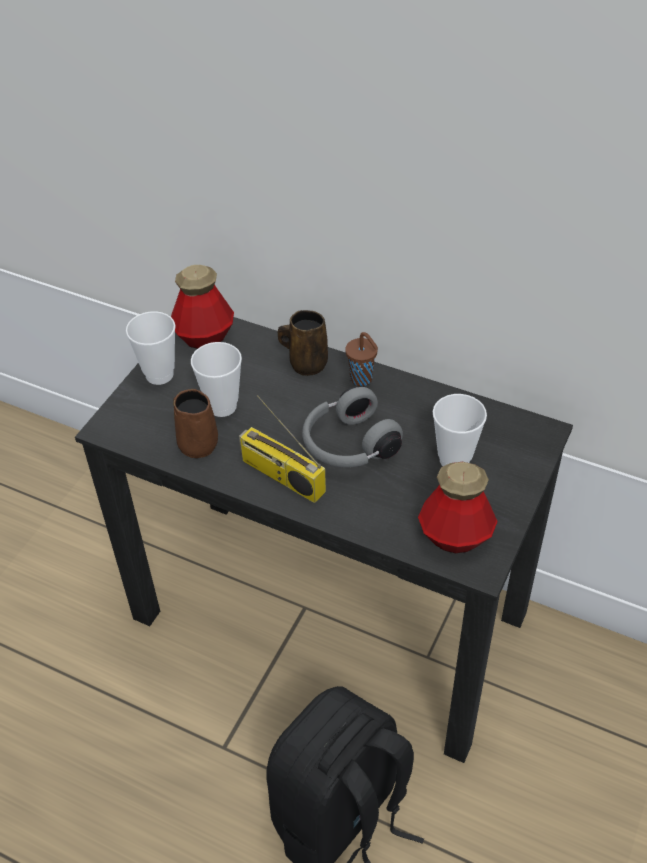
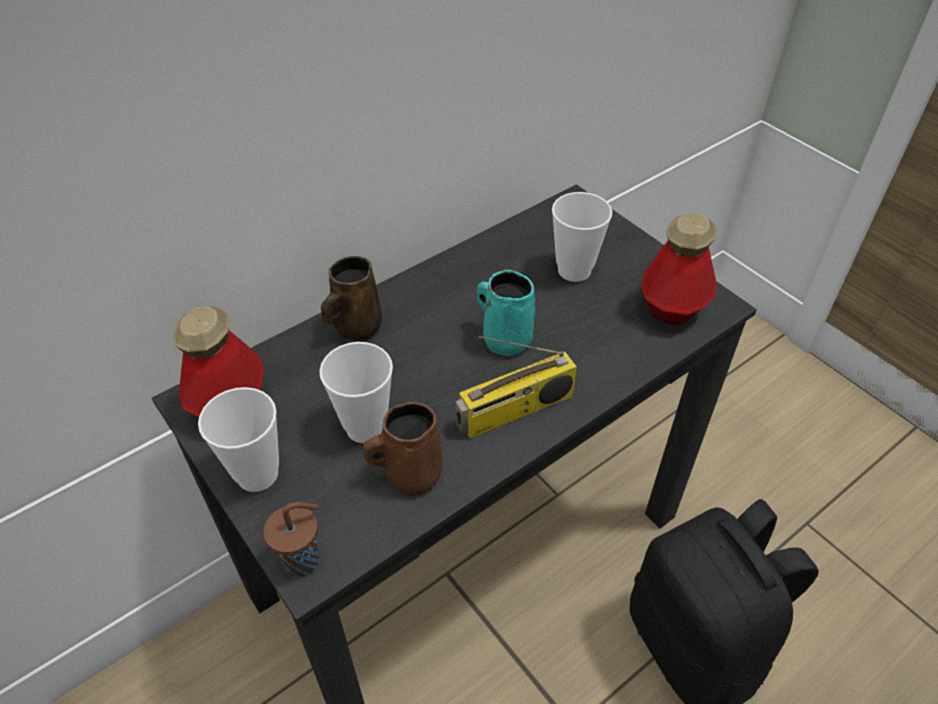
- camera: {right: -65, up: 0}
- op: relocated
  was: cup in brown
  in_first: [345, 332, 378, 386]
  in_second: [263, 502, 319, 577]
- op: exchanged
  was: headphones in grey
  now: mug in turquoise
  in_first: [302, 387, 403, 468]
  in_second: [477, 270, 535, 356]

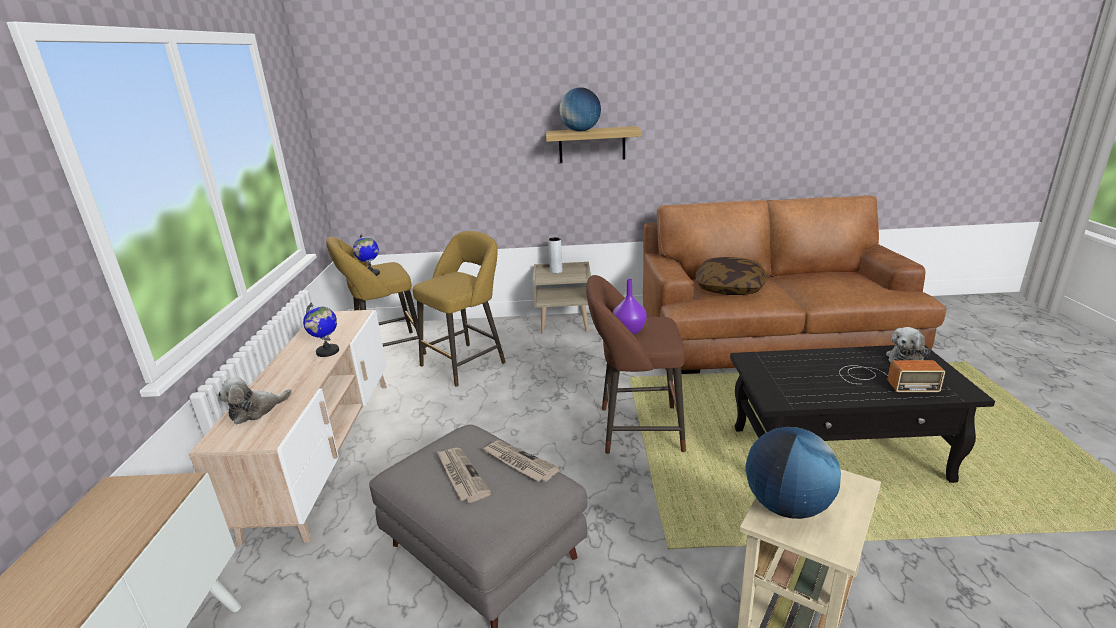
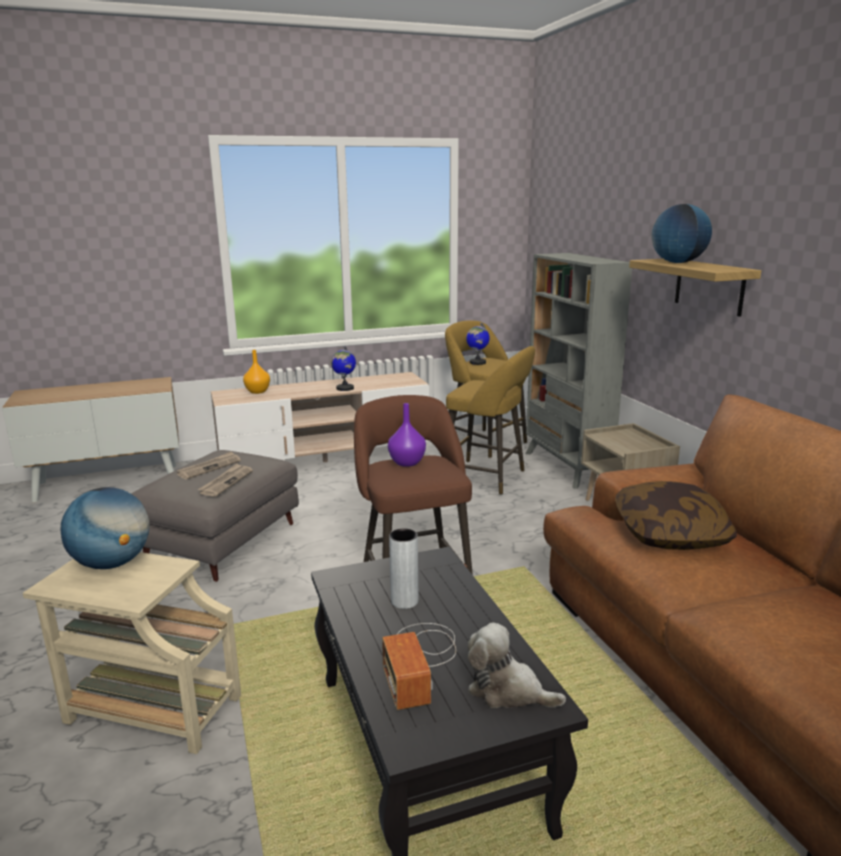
- camera: {right: 70, up: -5}
- op: exchanged
  was: plush toy
  now: vase in orange
  in_first: [218, 377, 292, 425]
  in_second: [243, 350, 270, 394]
- op: relocated
  was: vase in grey
  in_first: [548, 237, 562, 273]
  in_second: [389, 528, 418, 609]
- op: appeared
  now: bookcase in grey
  in_second: [526, 253, 632, 489]

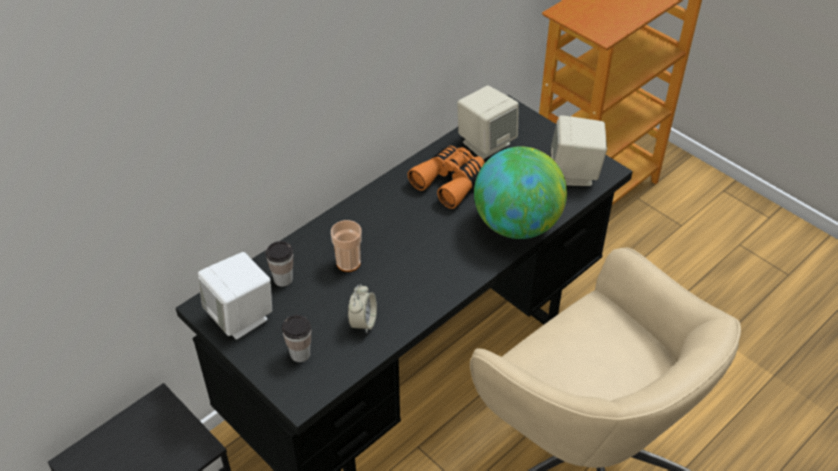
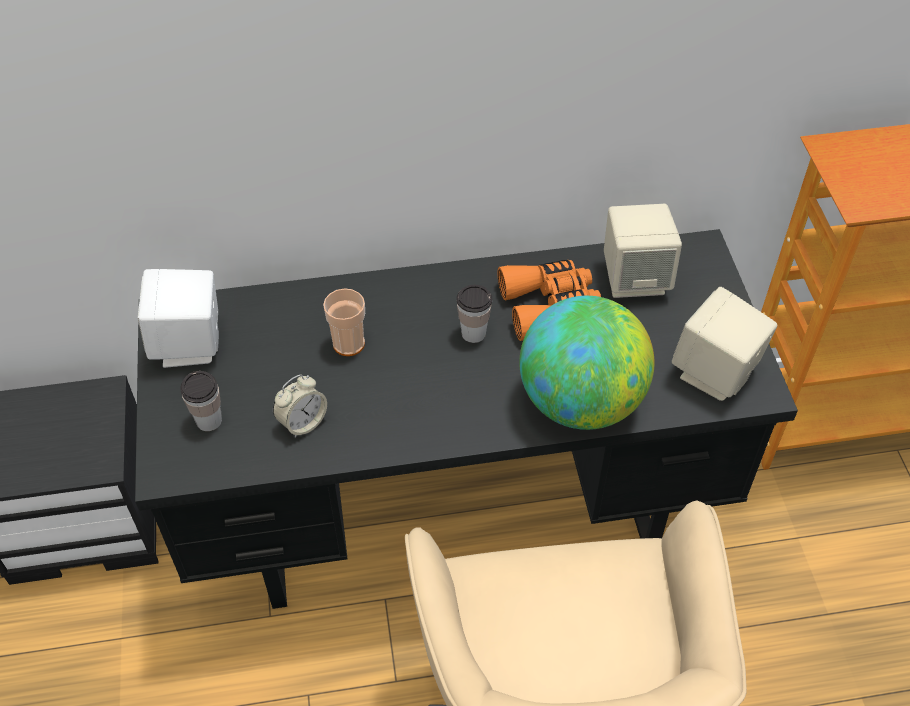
- camera: {right: 35, up: 5}
- op: relocated
  was: cup
  in_first: [266, 241, 293, 287]
  in_second: [456, 285, 492, 343]

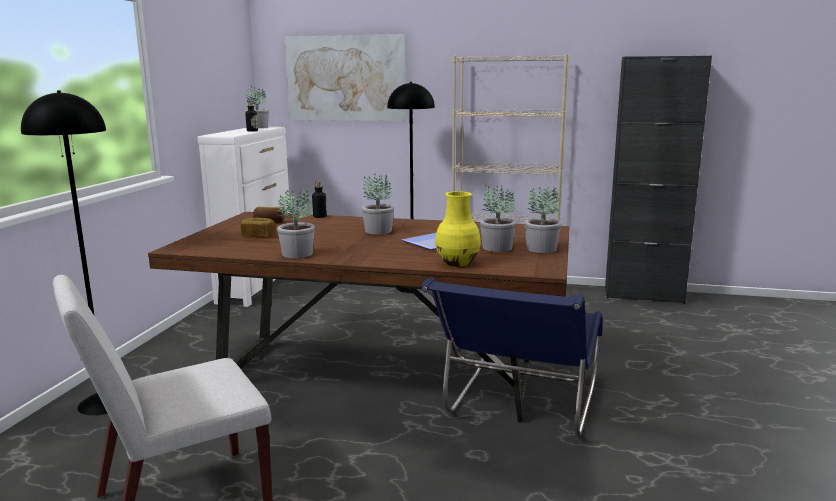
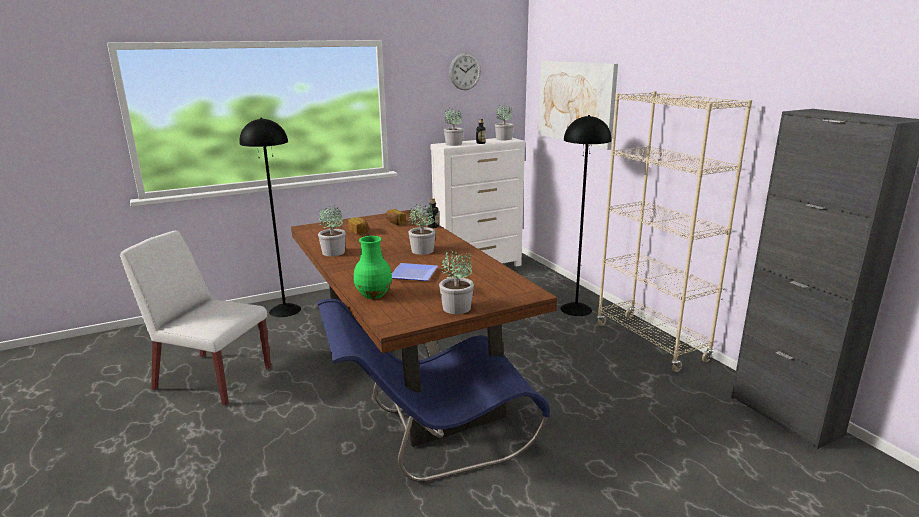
- camera: {right: 50, up: 5}
- op: colour
  was: vase in yellow
  now: vase in green
  in_first: [435, 191, 481, 266]
  in_second: [354, 236, 392, 299]
- op: relocated
  was: potted plant
  in_first: [480, 185, 516, 252]
  in_second: [444, 107, 464, 146]
- op: appeared
  now: wall clock
  in_second: [449, 53, 481, 90]

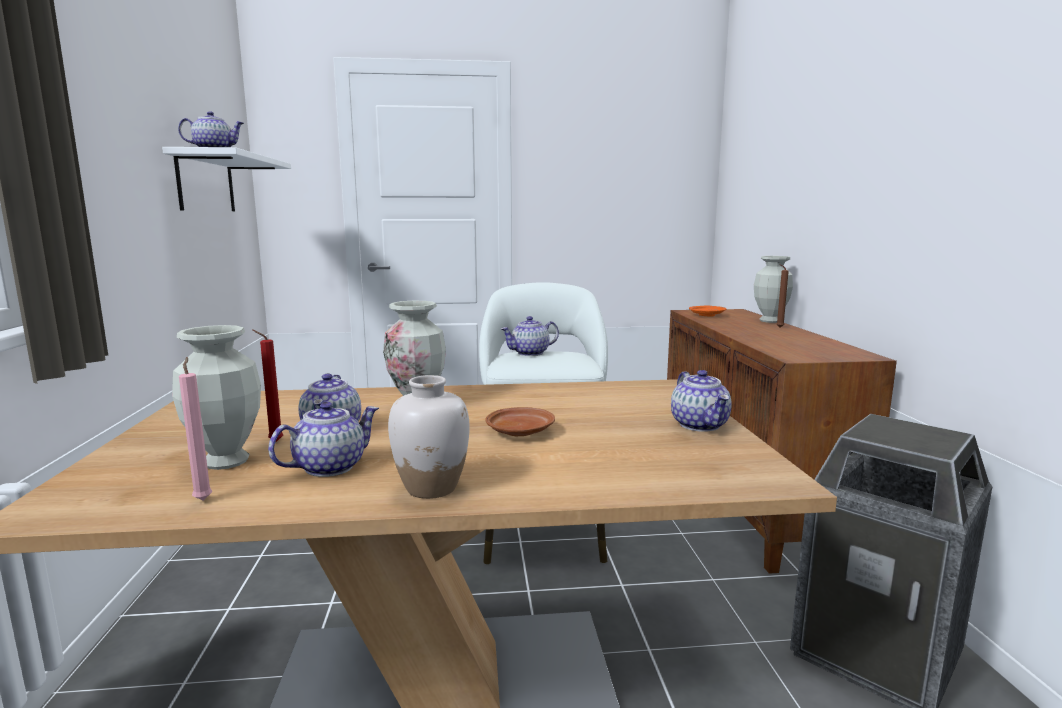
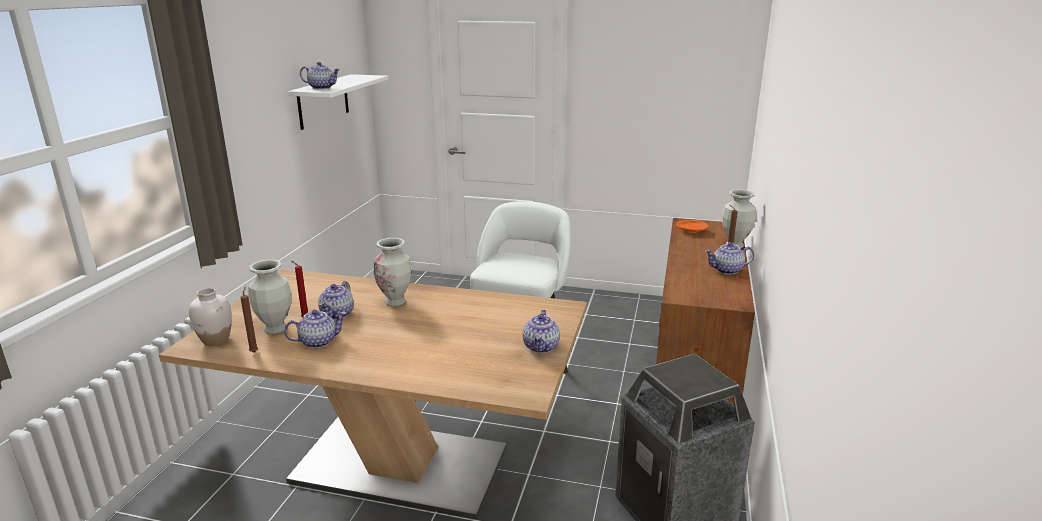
- camera: {right: 20, up: 10}
- op: relocated
  was: vase in white
  in_first: [388, 375, 470, 499]
  in_second: [189, 288, 232, 346]
- op: colour
  was: candle in pink
  now: candle in brown
  in_first: [179, 357, 212, 500]
  in_second: [240, 287, 258, 352]
- op: relocated
  was: teapot
  in_first: [501, 316, 559, 356]
  in_second: [705, 242, 754, 275]
- op: missing
  was: plate in brown
  in_first: [486, 407, 555, 436]

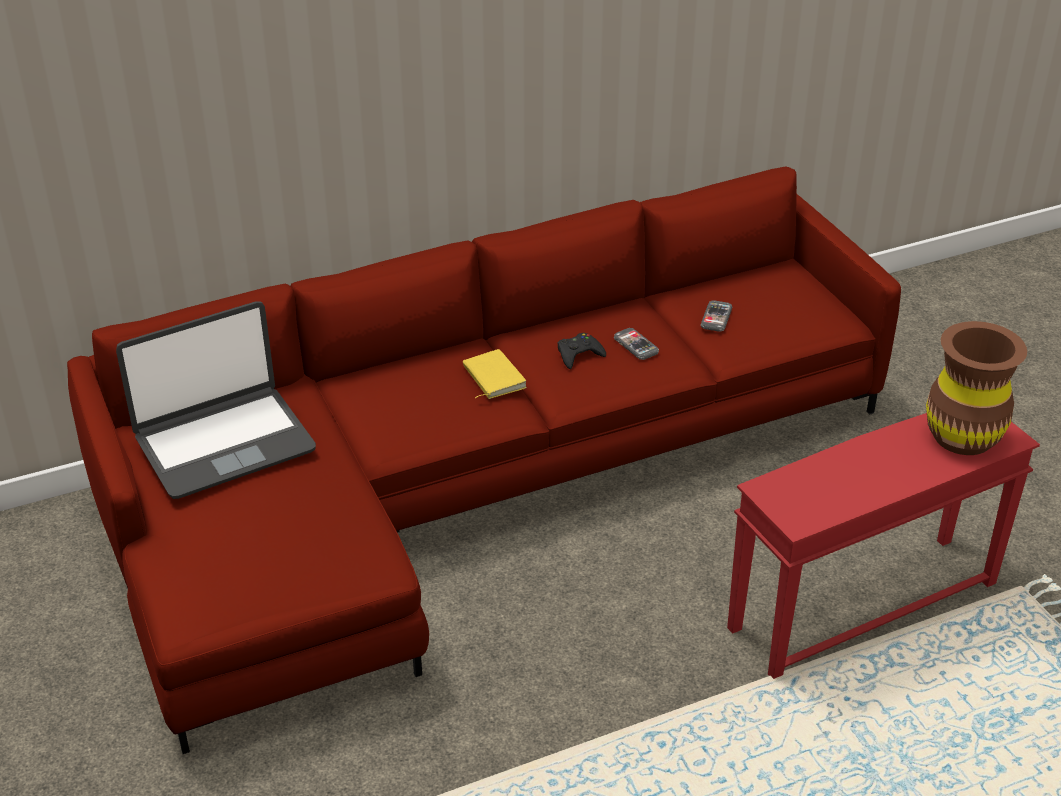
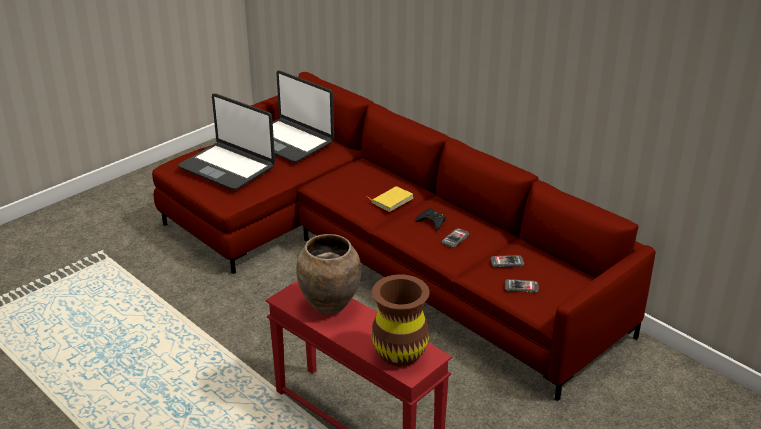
- camera: {right: 70, up: -5}
- op: appeared
  now: laptop
  in_second: [178, 93, 275, 190]
- op: appeared
  now: vase in brown
  in_second: [296, 234, 361, 315]
- op: appeared
  now: phone
  in_second: [505, 279, 539, 293]

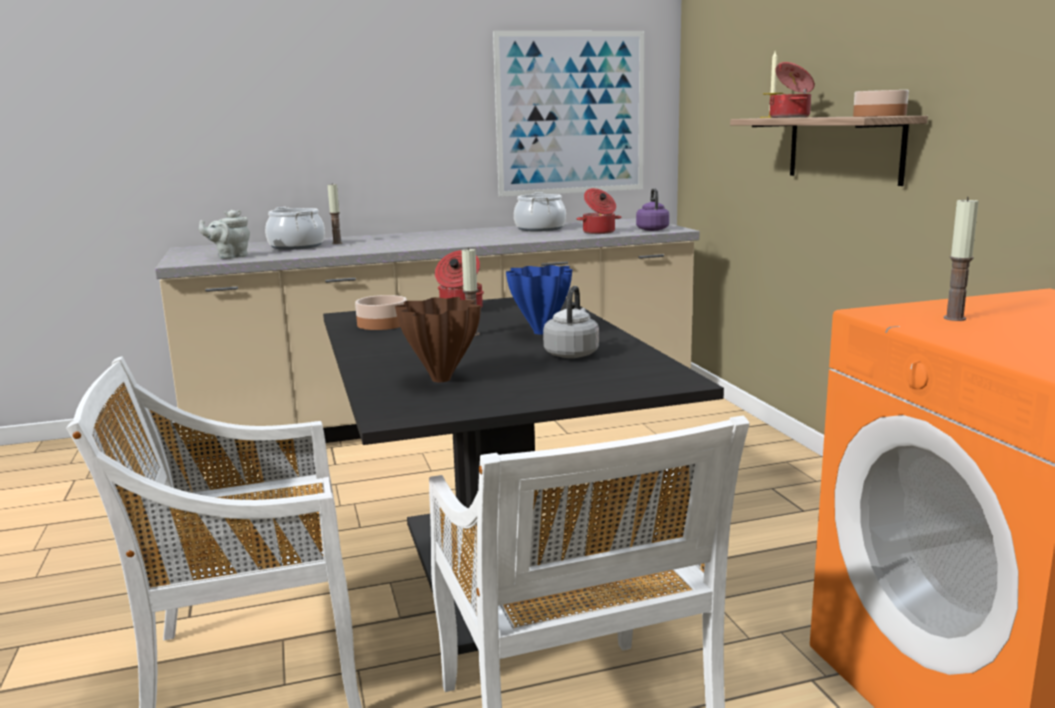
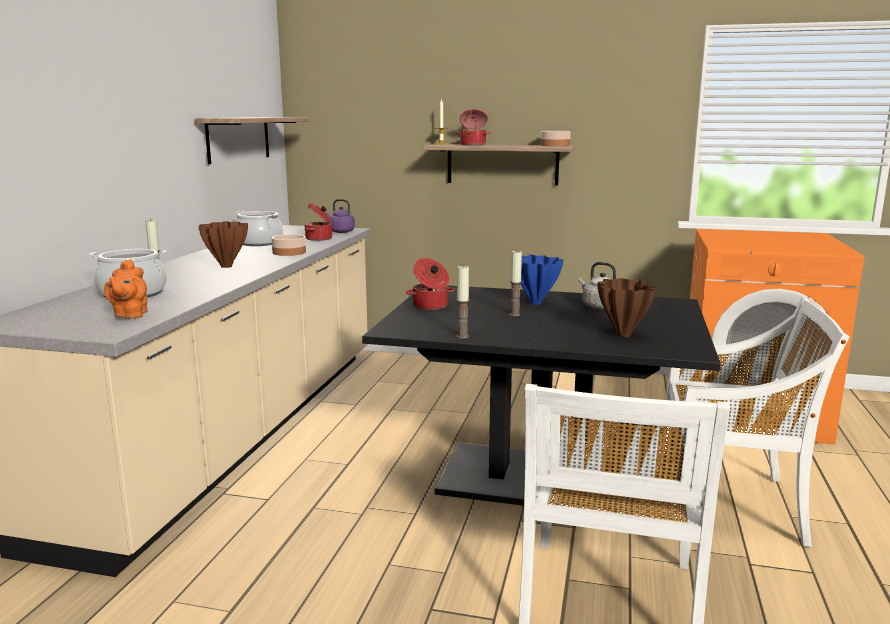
- camera: {right: -60, up: 0}
- op: colour
  was: teapot in grey
  now: teapot in orange
  in_first: [199, 210, 250, 259]
  in_second: [104, 259, 148, 319]
- op: exchanged
  was: picture
  now: shelf
  in_first: [493, 31, 644, 197]
  in_second: [195, 117, 310, 164]
- op: appeared
  now: vase in brown
  in_second: [198, 221, 248, 268]
- op: relocated
  was: bowl
  in_first: [355, 295, 407, 330]
  in_second: [272, 234, 306, 256]
- op: relocated
  was: candle
  in_first: [944, 197, 979, 321]
  in_second: [456, 266, 469, 339]

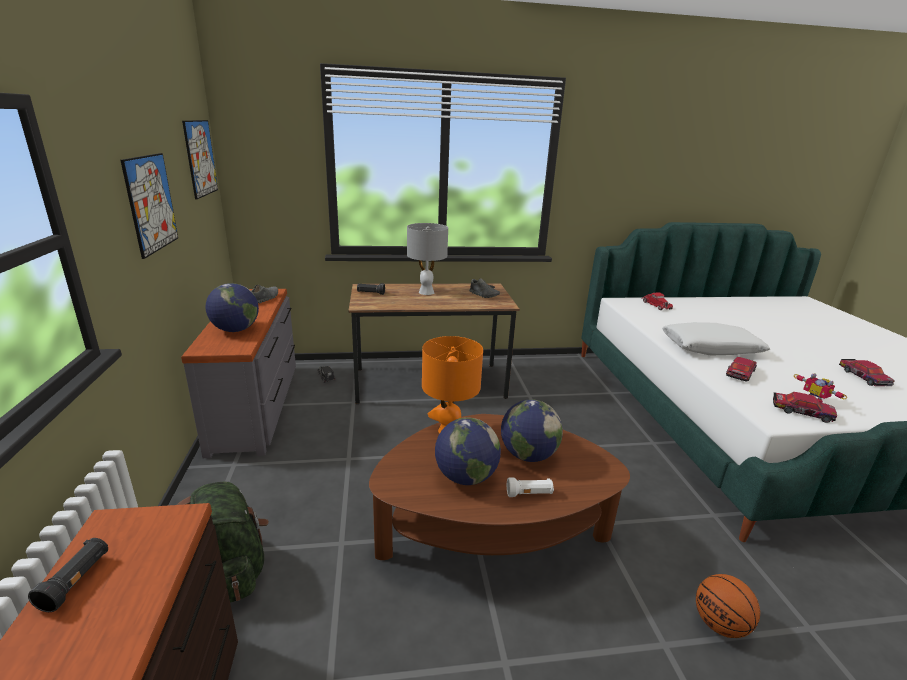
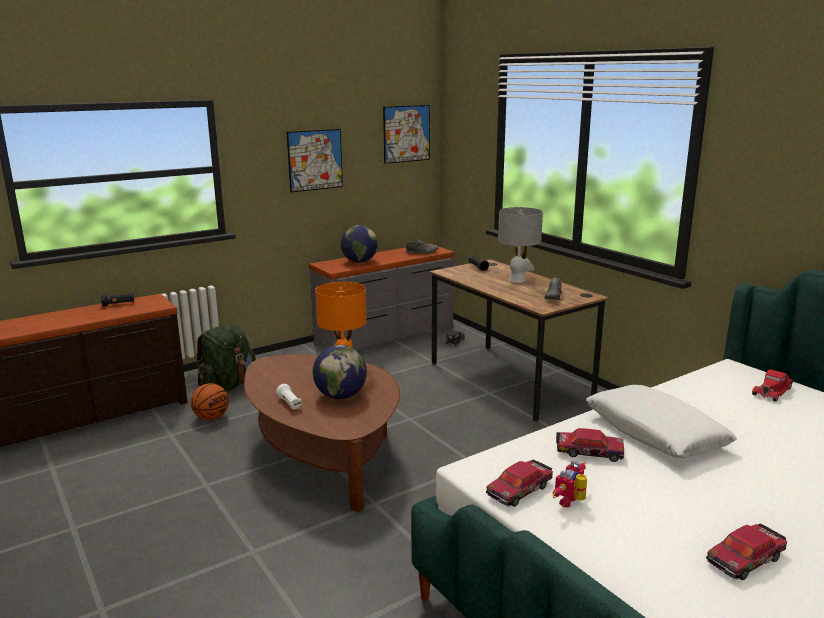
- camera: {right: 65, up: -5}
- op: relocated
  was: basketball
  in_first: [696, 574, 760, 638]
  in_second: [191, 383, 229, 420]
- op: spun
  was: toy car
  in_first: [773, 392, 837, 423]
  in_second: [486, 460, 553, 507]
  clockwise: 45
- op: missing
  was: globe
  in_first: [435, 417, 501, 485]

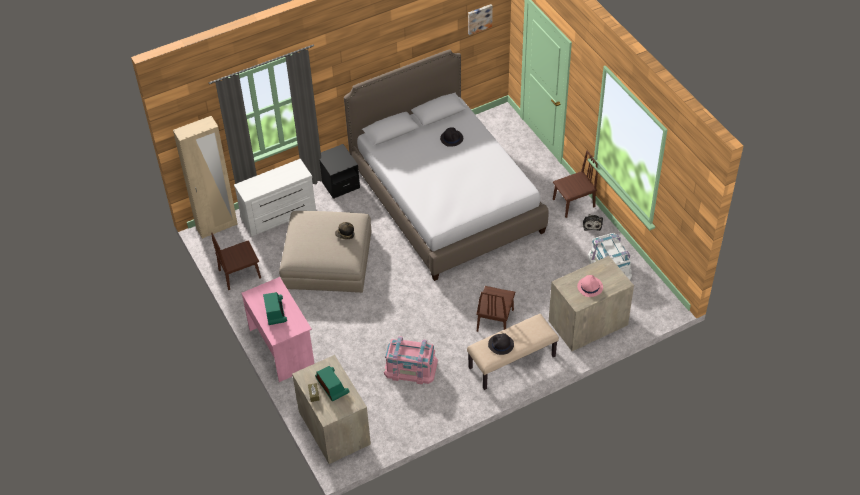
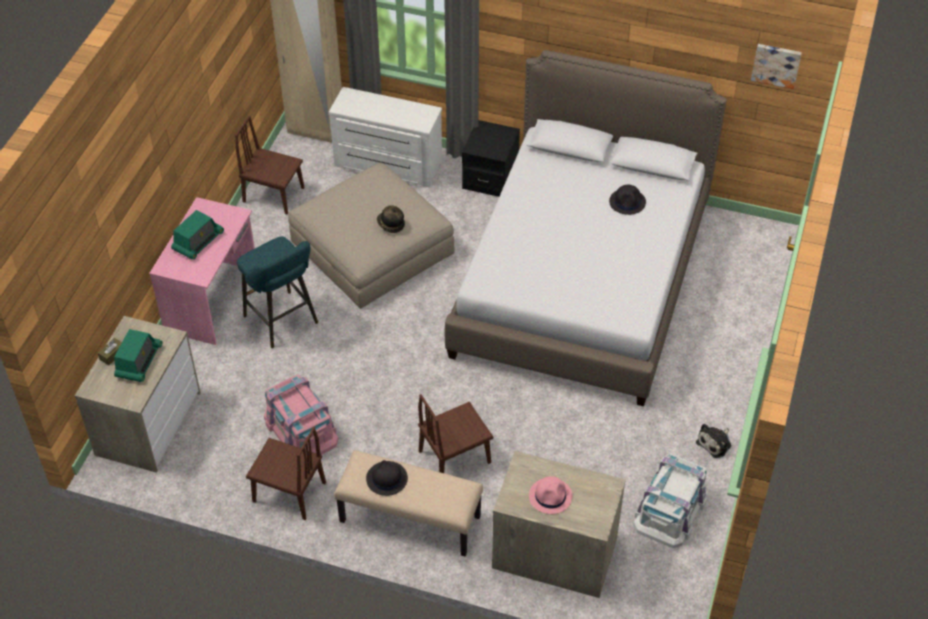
- camera: {right: 45, up: 0}
- op: appeared
  now: stool in turquoise
  in_second: [237, 236, 318, 348]
- op: relocated
  was: chair in brown
  in_first: [553, 150, 598, 218]
  in_second: [246, 427, 326, 520]

